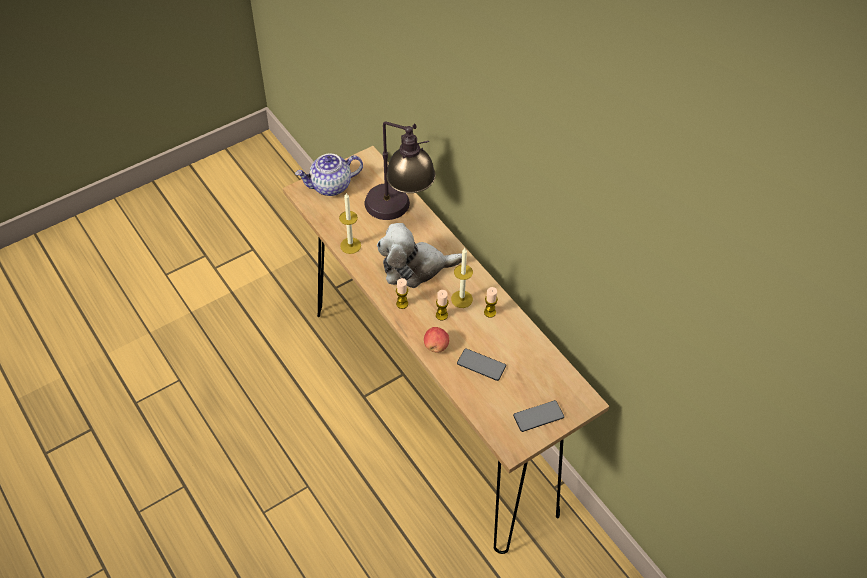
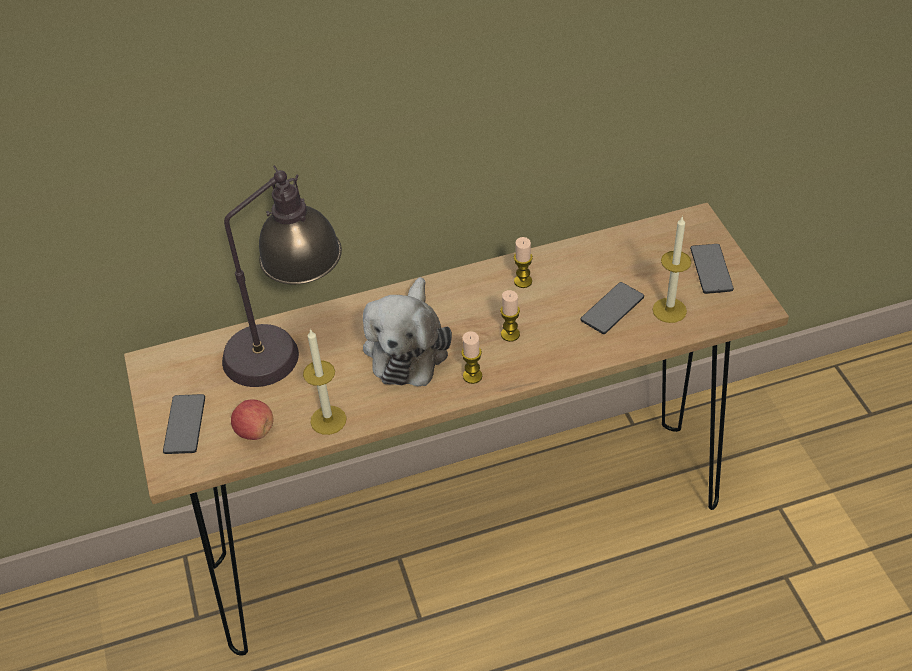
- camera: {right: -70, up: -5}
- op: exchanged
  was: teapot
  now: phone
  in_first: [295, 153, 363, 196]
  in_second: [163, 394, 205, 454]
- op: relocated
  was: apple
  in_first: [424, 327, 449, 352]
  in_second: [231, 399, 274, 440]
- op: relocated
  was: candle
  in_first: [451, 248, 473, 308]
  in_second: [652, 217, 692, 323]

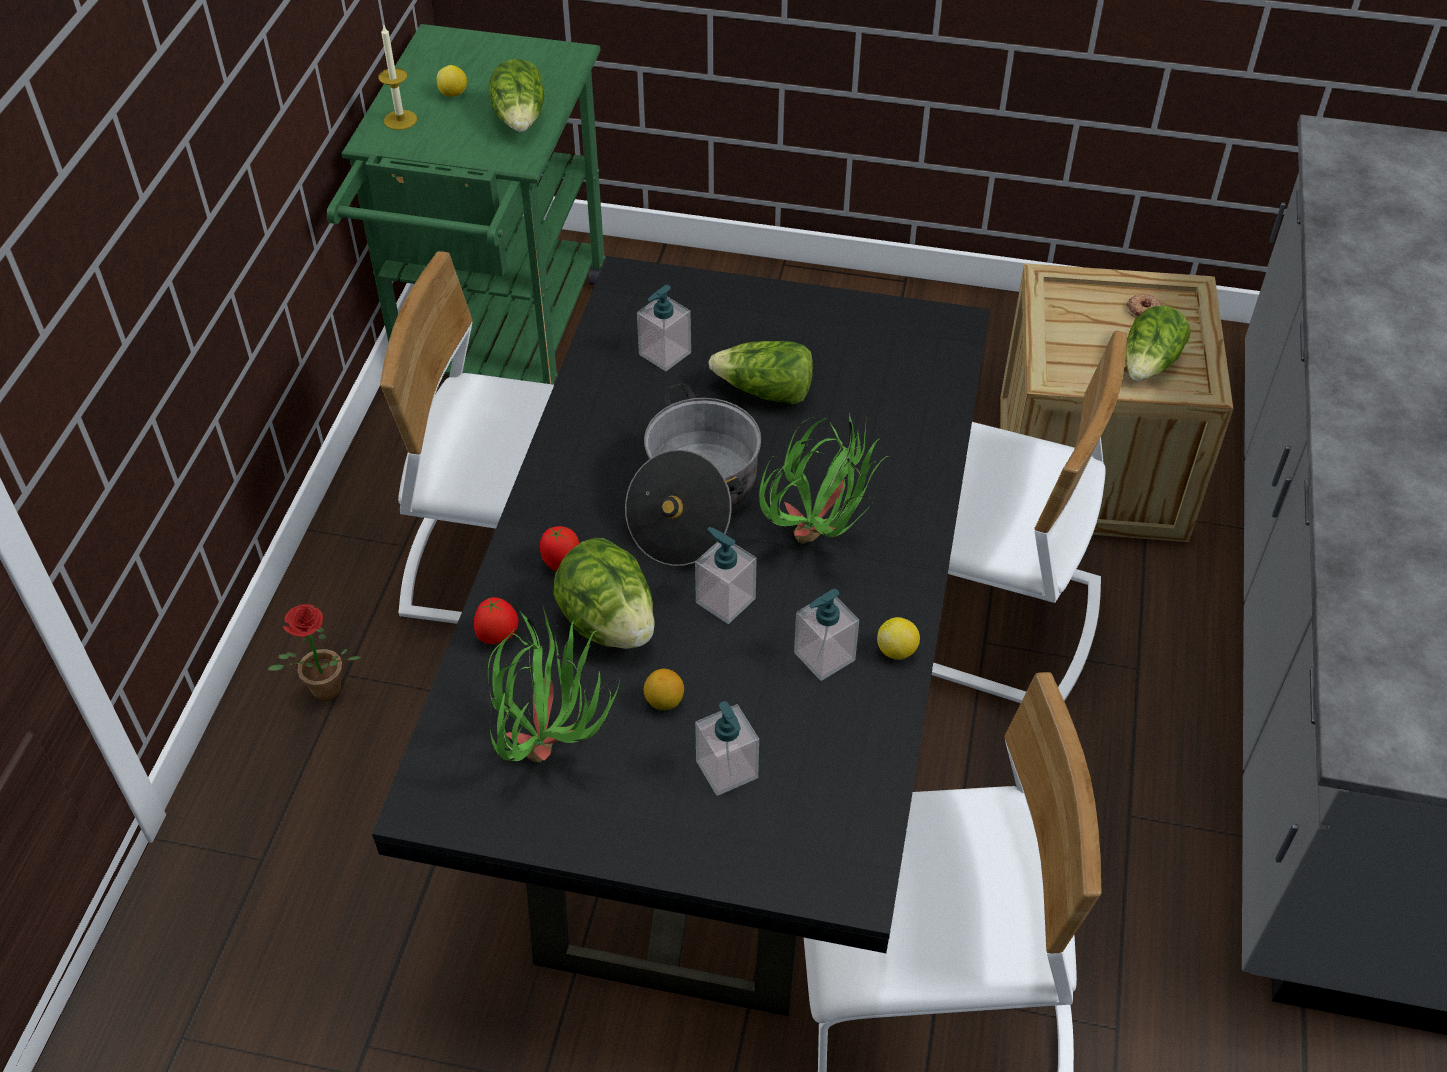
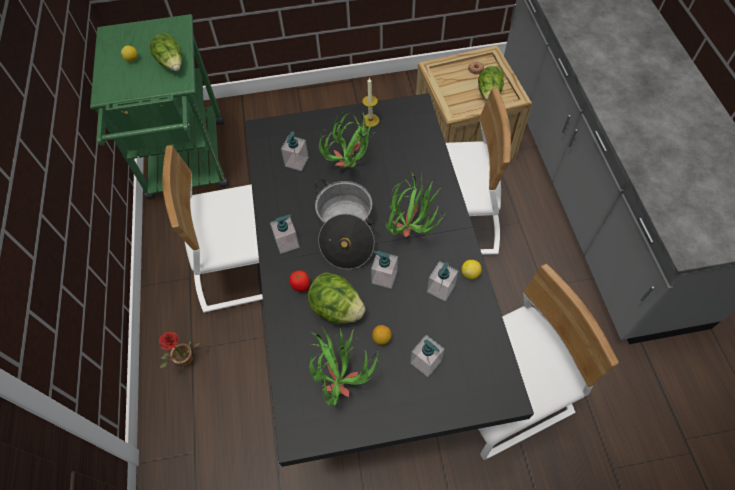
- camera: {right: -20, up: 10}
- op: appeared
  now: soap dispenser
  in_second: [270, 215, 299, 254]
- op: exchanged
  was: lettuce
  now: potted plant
  in_first: [708, 341, 813, 405]
  in_second: [319, 112, 372, 169]
- op: relocated
  was: candle
  in_first: [378, 26, 417, 130]
  in_second: [362, 77, 379, 127]
- op: missing
  was: tomato
  in_first: [474, 597, 519, 644]

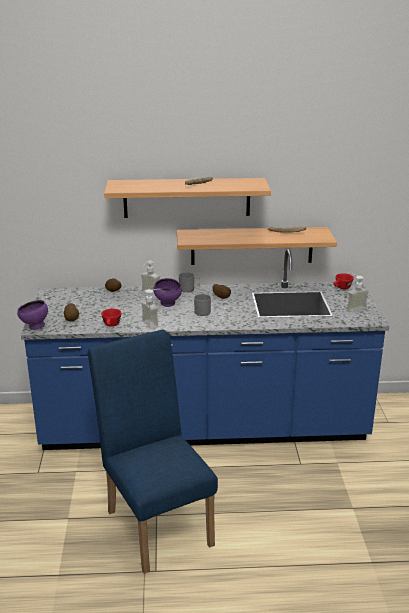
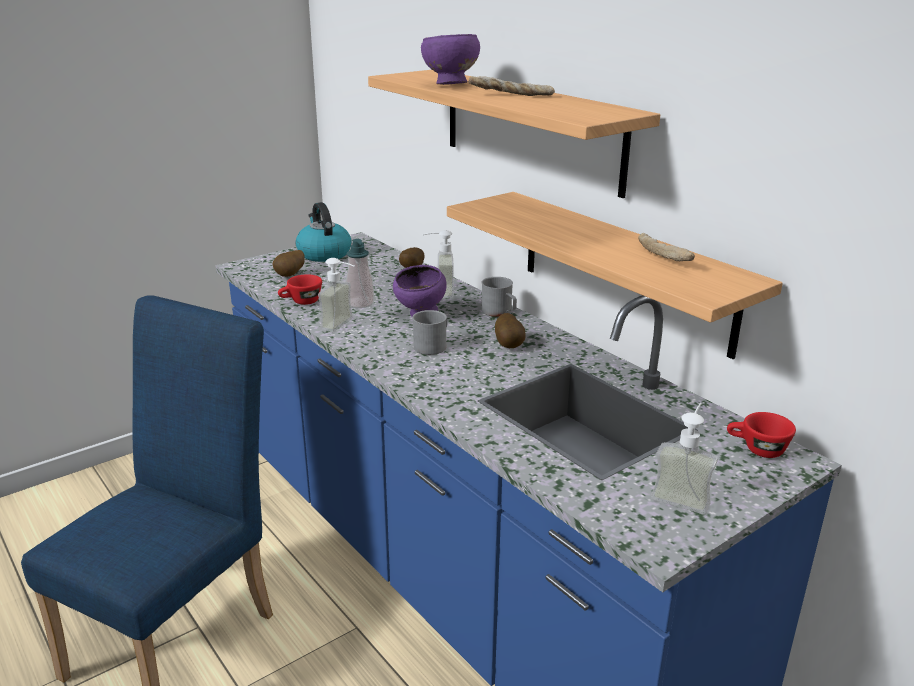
- camera: {right: 55, up: 0}
- op: appeared
  now: kettle
  in_second: [296, 202, 352, 262]
- op: appeared
  now: soap dispenser
  in_second: [345, 239, 374, 308]
- op: relocated
  was: bowl in purple
  in_first: [17, 300, 48, 330]
  in_second: [421, 34, 480, 85]

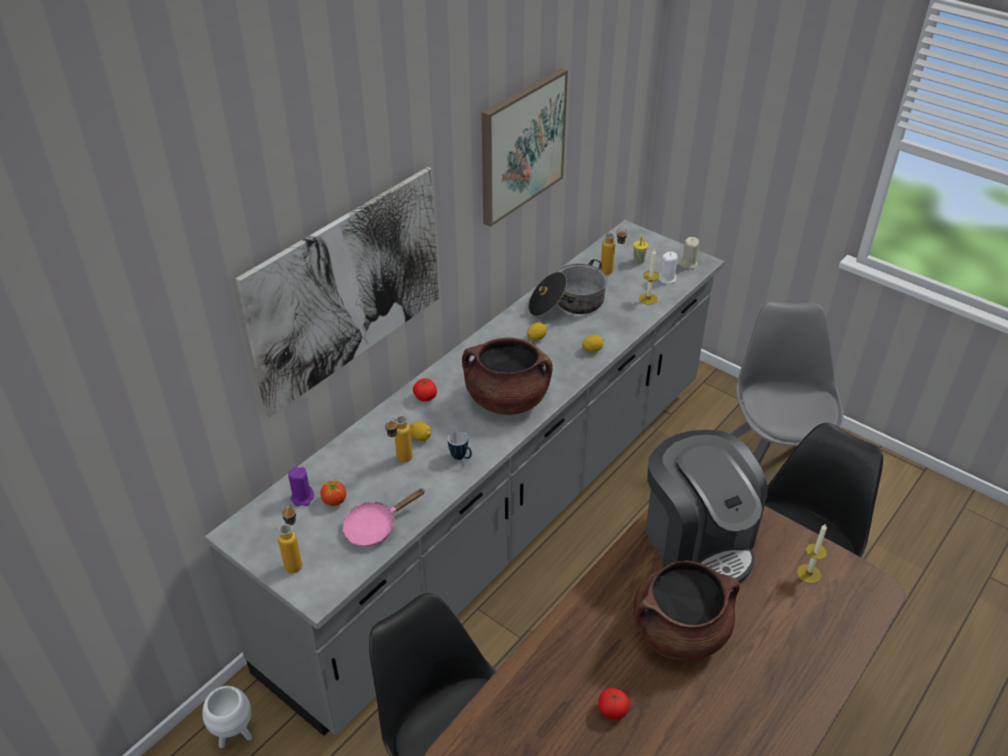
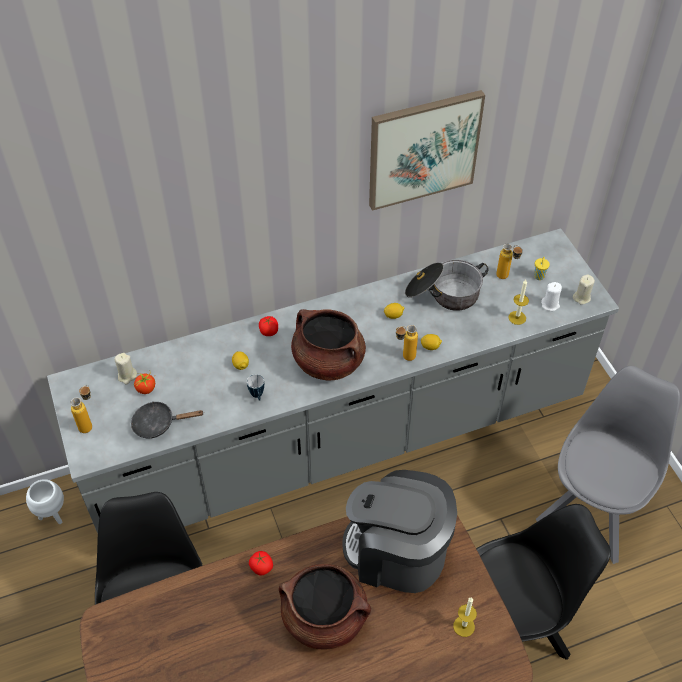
- camera: {right: 30, up: 10}
- op: colour
  was: candle in purple
  now: candle in beige
  in_first: [288, 467, 314, 506]
  in_second: [114, 353, 137, 384]
- op: colour
  was: frying pan in pink
  now: frying pan in black
  in_first: [342, 489, 424, 546]
  in_second: [131, 401, 204, 439]
- op: relocated
  was: tomato
  in_first: [598, 688, 630, 719]
  in_second: [249, 551, 273, 576]
- op: spun
  was: coffee machine
  in_first: [646, 430, 768, 583]
  in_second: [342, 470, 457, 593]
  clockwise: 105
- op: relocated
  was: bottle
  in_first: [385, 415, 413, 462]
  in_second: [396, 325, 418, 361]
- op: missing
  was: picture
  in_first: [235, 167, 439, 418]

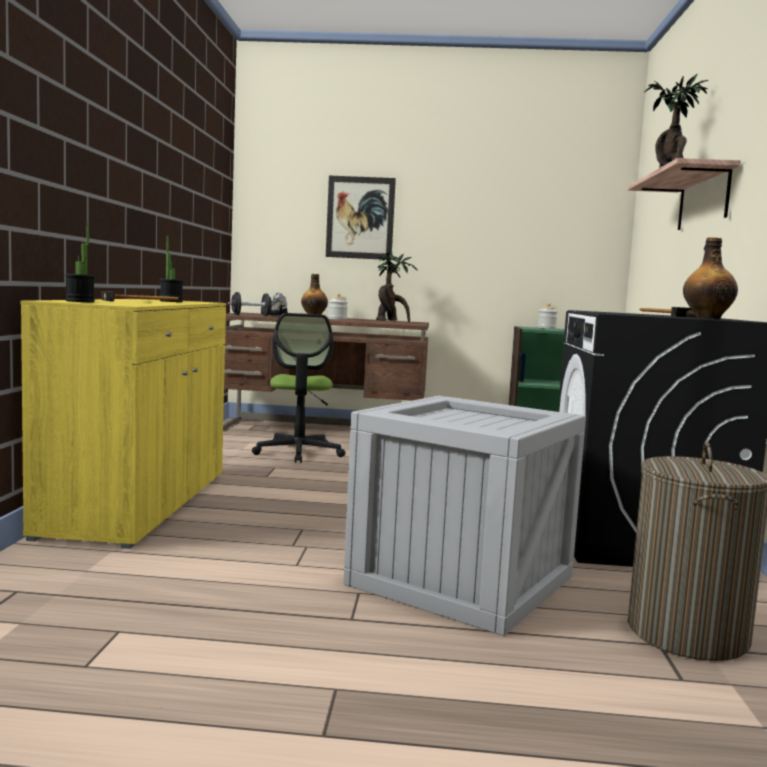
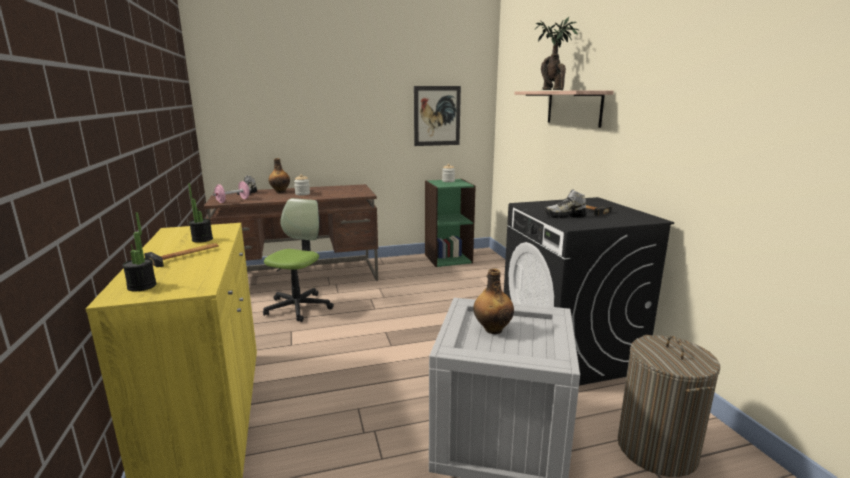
- camera: {right: -20, up: 10}
- op: colour
  was: dumbbell in black
  now: dumbbell in pink
  in_first: [228, 292, 275, 316]
  in_second: [212, 181, 251, 203]
- op: spun
  was: office chair
  in_first: [252, 313, 346, 463]
  in_second: [263, 198, 334, 322]
  clockwise: -135
- op: relocated
  was: picture
  in_first: [326, 175, 396, 260]
  in_second: [414, 86, 461, 146]
- op: relocated
  was: bottle
  in_first: [683, 237, 738, 320]
  in_second: [473, 268, 514, 334]
- op: appeared
  now: shoe
  in_second: [544, 189, 587, 218]
- op: missing
  was: potted plant
  in_first: [376, 249, 418, 322]

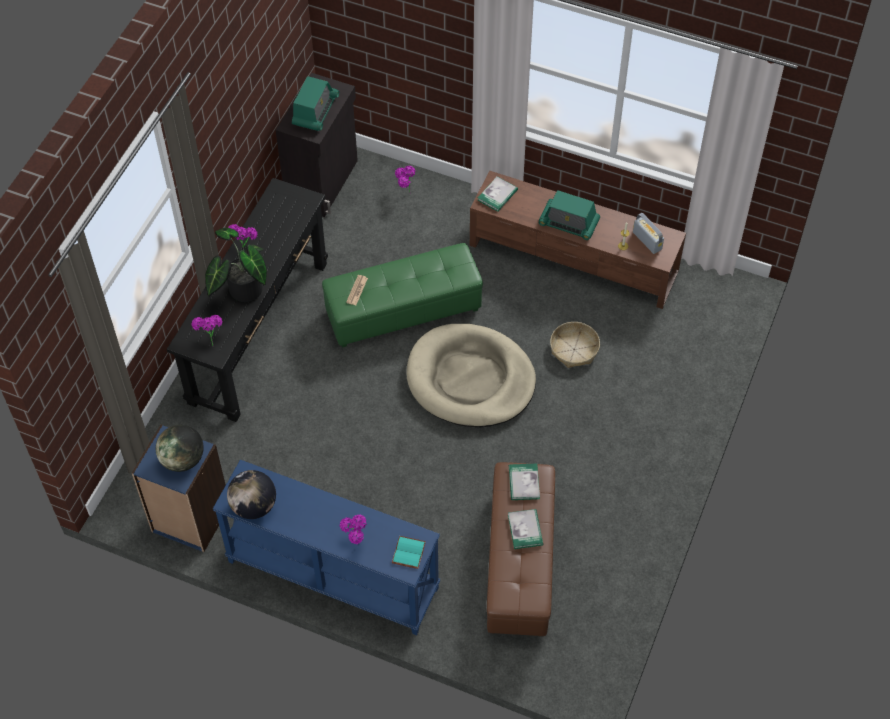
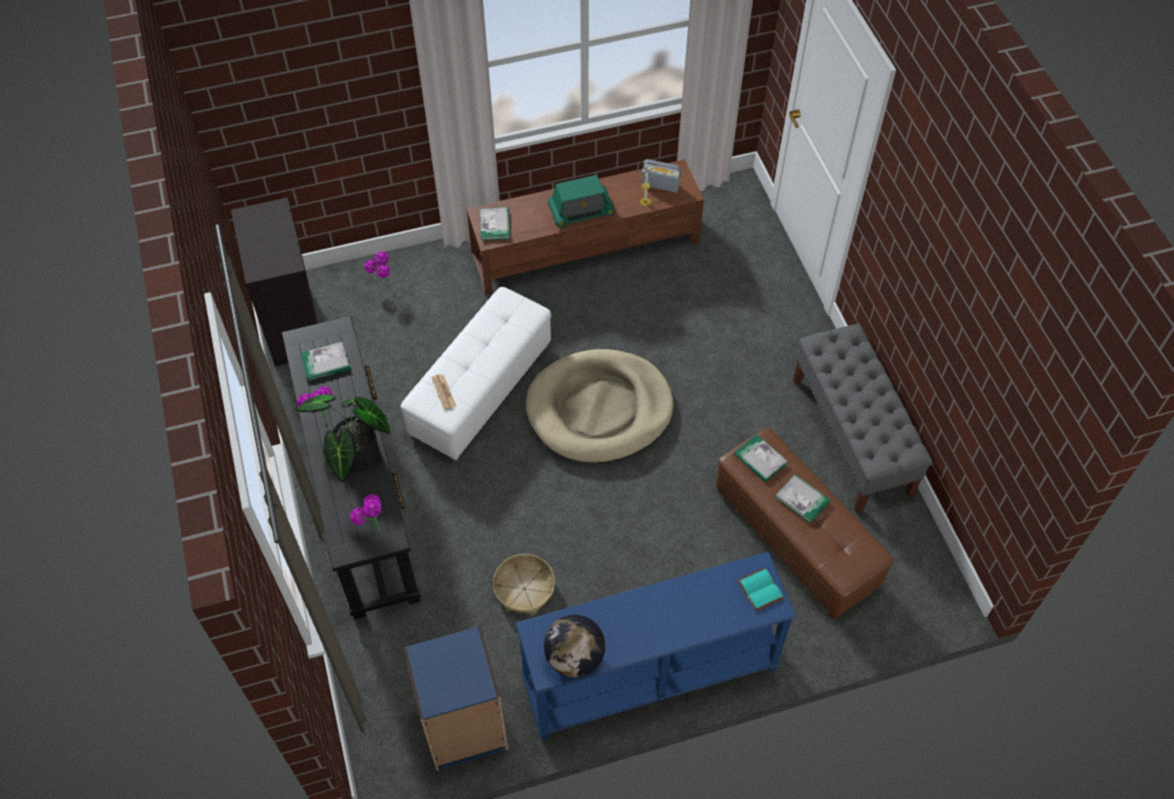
- camera: {right: -40, up: 0}
- op: appeared
  now: book
  in_second: [300, 342, 350, 381]
- op: colour
  was: ottoman in green
  now: ottoman in white
  in_first: [322, 243, 483, 348]
  in_second: [400, 287, 551, 461]
- op: relocated
  was: basket
  in_first: [550, 322, 600, 368]
  in_second: [493, 554, 555, 613]
- op: appeared
  now: bench in grey
  in_second: [793, 324, 933, 513]
- op: missing
  was: globe
  in_first: [156, 425, 204, 472]
- op: missing
  was: radio
  in_first: [292, 76, 339, 131]
- op: missing
  was: potted plant
  in_first: [340, 514, 367, 544]

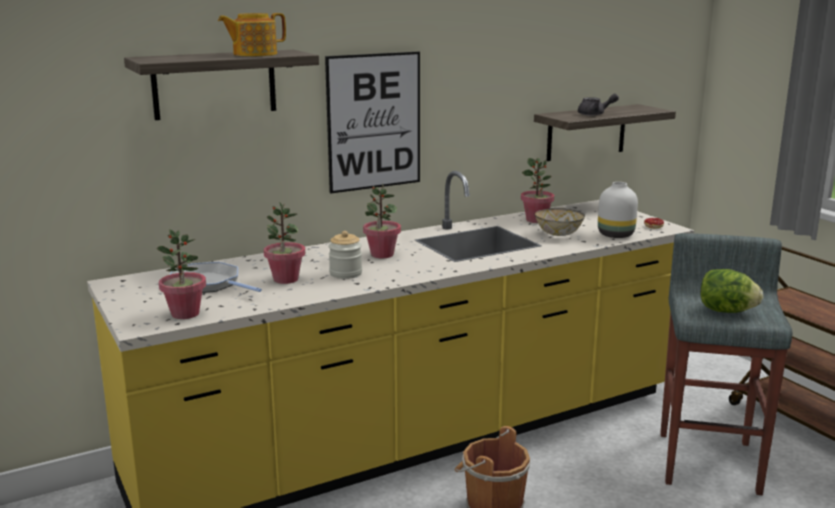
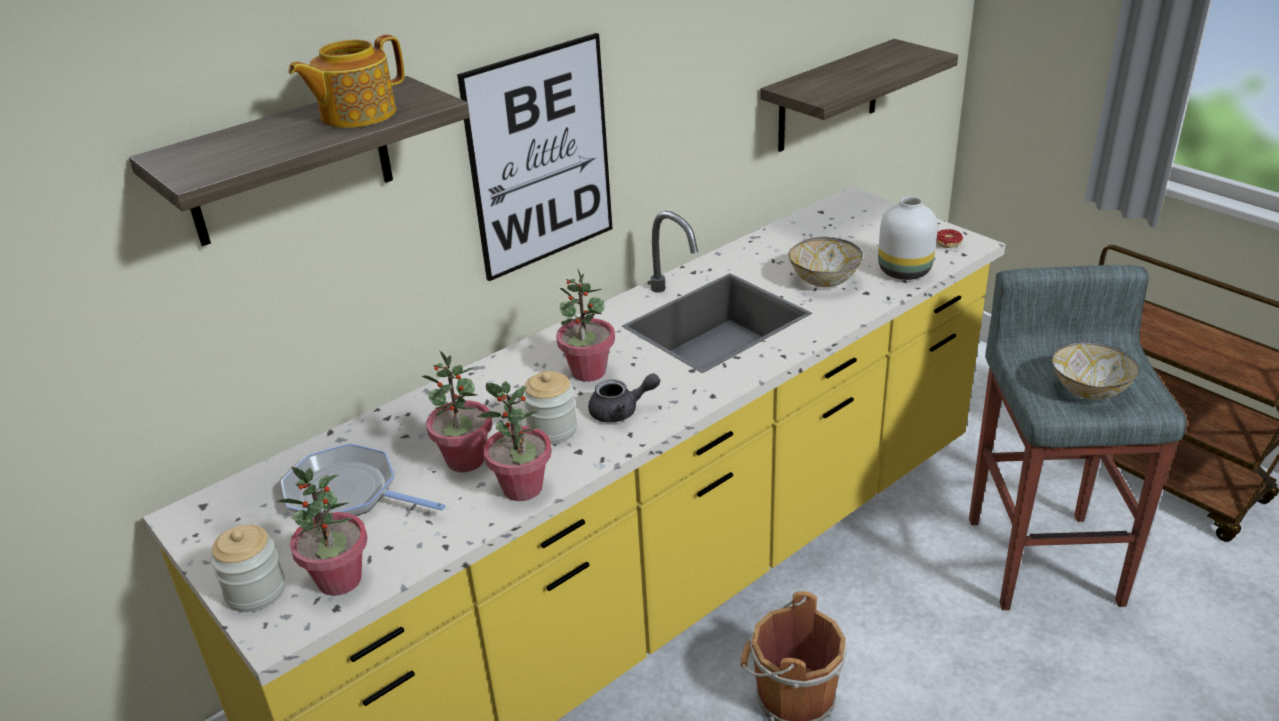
- camera: {right: -10, up: 15}
- op: appeared
  now: jar
  in_second: [211, 525, 285, 612]
- op: relocated
  was: potted plant
  in_first: [521, 158, 554, 223]
  in_second: [477, 381, 552, 501]
- op: relocated
  was: teapot in grey
  in_first: [578, 94, 619, 116]
  in_second: [588, 373, 660, 423]
- op: exchanged
  was: lettuce
  now: bowl
  in_first: [701, 269, 763, 313]
  in_second: [1052, 342, 1139, 400]

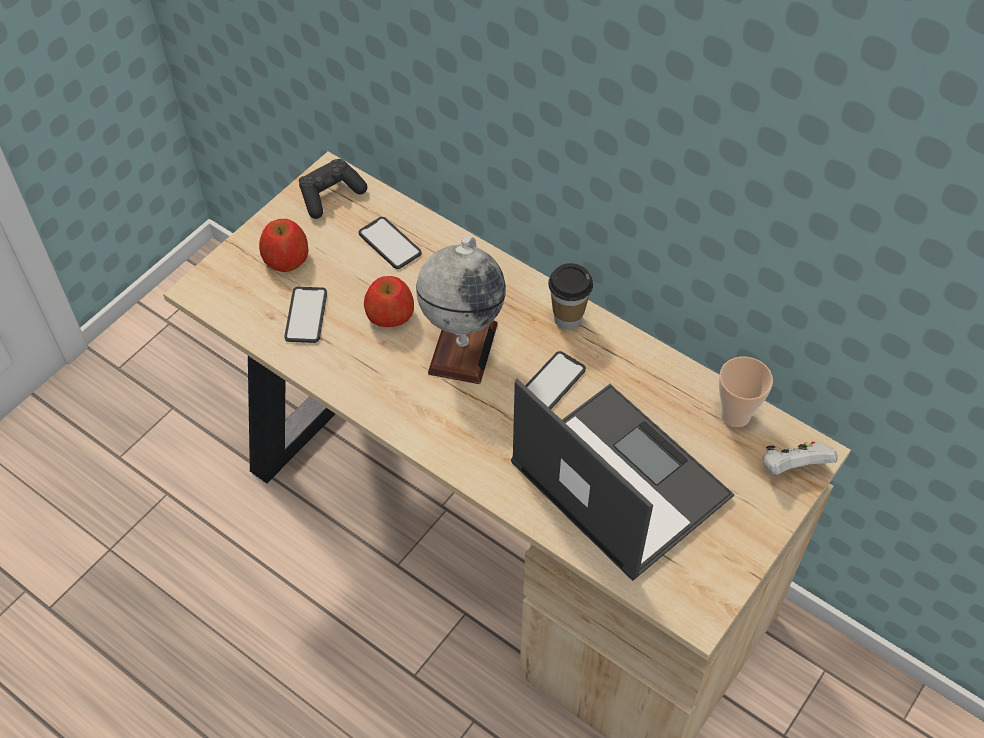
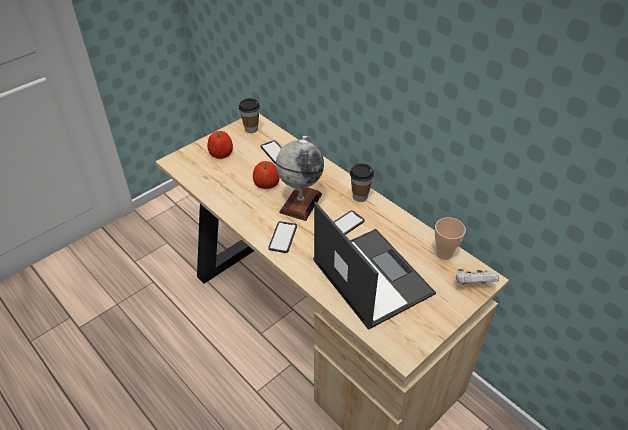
- camera: {right: 10, up: -10}
- op: exchanged
  was: game controller in black
  now: cup
  in_first: [299, 159, 367, 219]
  in_second: [239, 98, 260, 133]
- op: relocated
  was: phone
  in_first: [284, 287, 327, 343]
  in_second: [268, 221, 297, 253]

